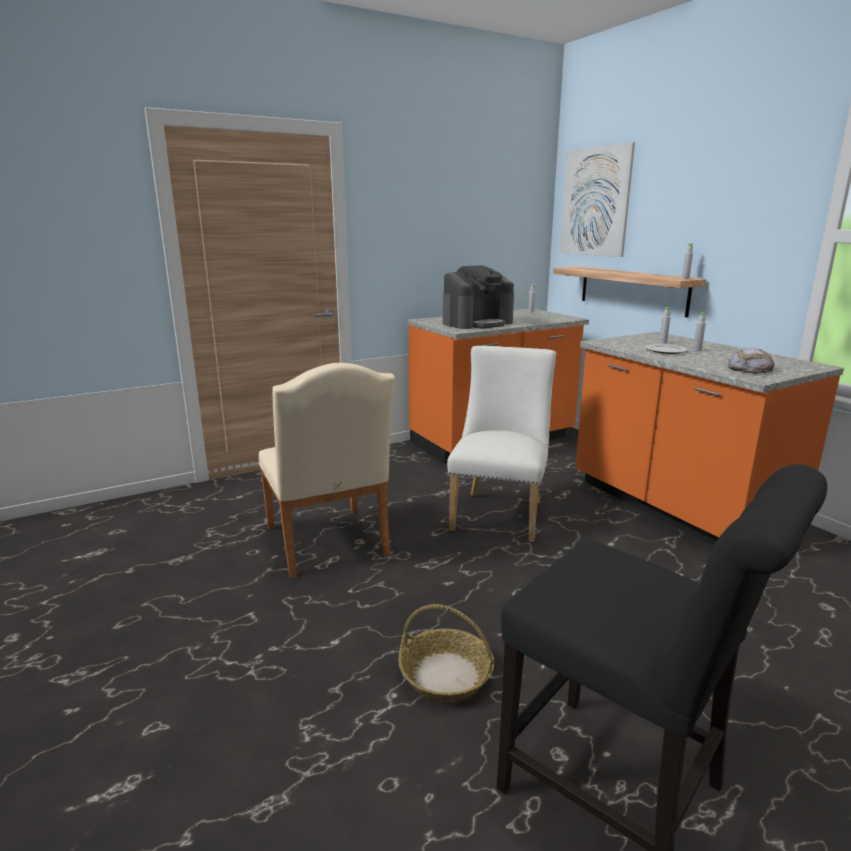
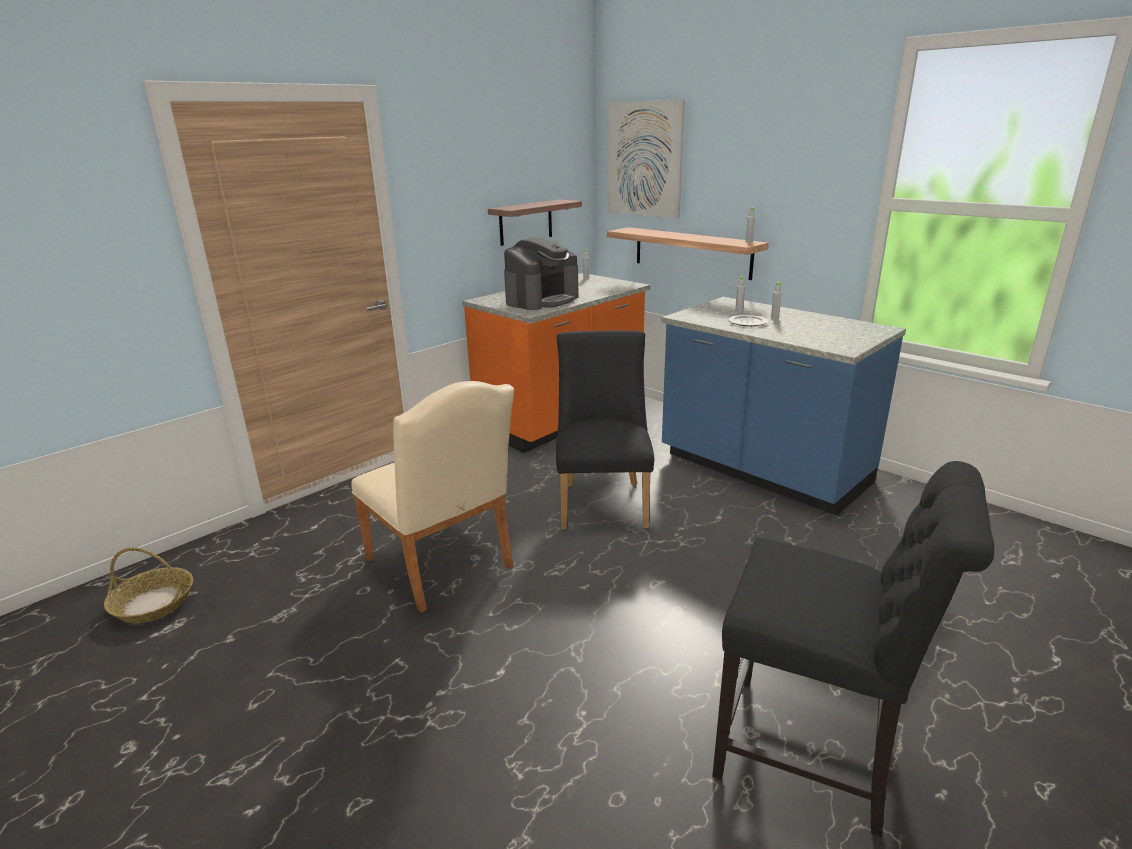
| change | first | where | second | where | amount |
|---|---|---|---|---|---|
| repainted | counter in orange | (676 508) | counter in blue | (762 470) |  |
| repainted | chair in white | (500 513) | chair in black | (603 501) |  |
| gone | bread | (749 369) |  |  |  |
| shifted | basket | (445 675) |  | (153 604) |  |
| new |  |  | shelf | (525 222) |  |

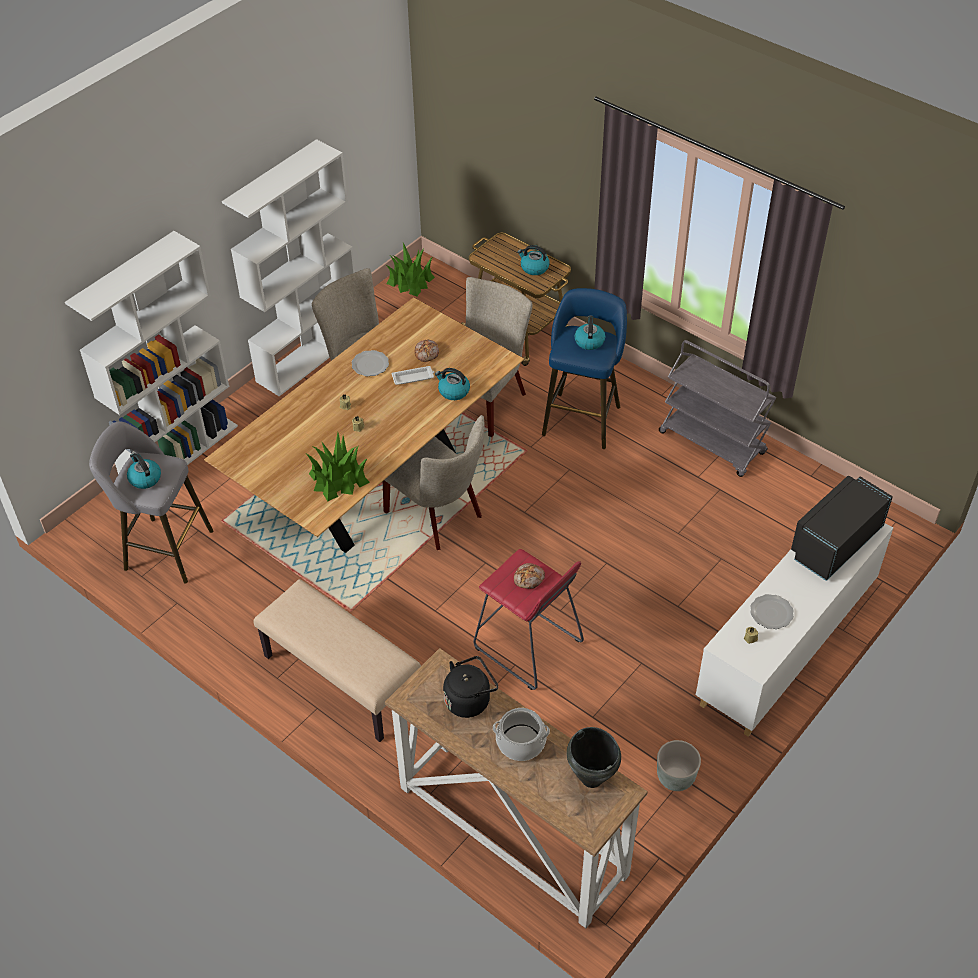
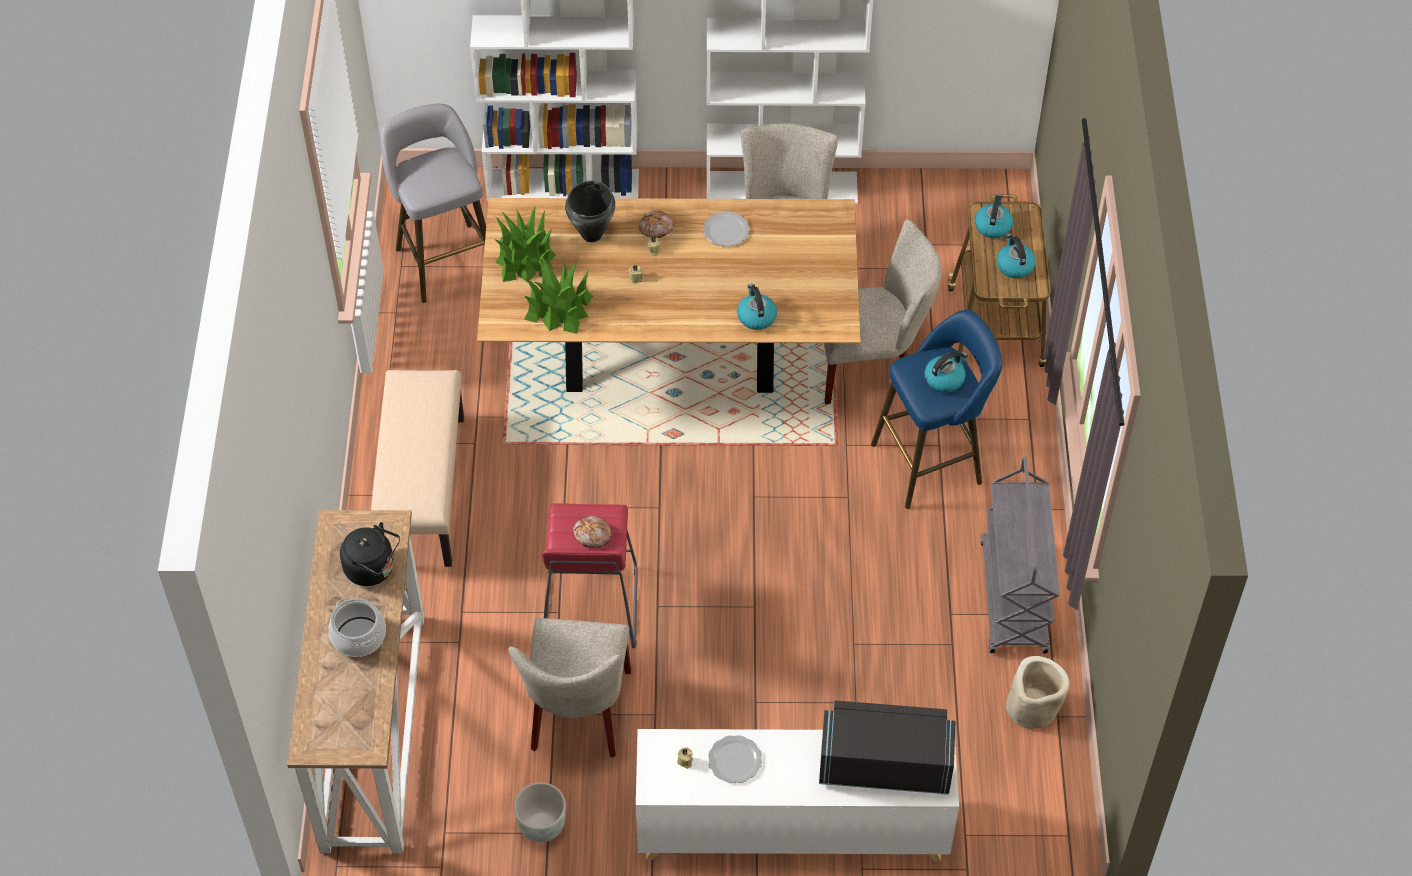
| change | first | where | second | where | amount |
|---|---|---|---|---|---|
| shifted | potted plant | (410 280) |  | (525 258) |  |
| shifted | bread | (427 353) |  | (656 228) |  |
| gone | tray in white | (413 377) |  |  |  |
| shifted | chair in beige | (438 516) |  | (578 716) |  |
| shifted | kettle | (144 478) |  | (992 226) |  |
| shifted | cooking pot in black | (591 778) |  | (592 234) |  |
| new |  |  | planter in beige | (1032 709) |  |

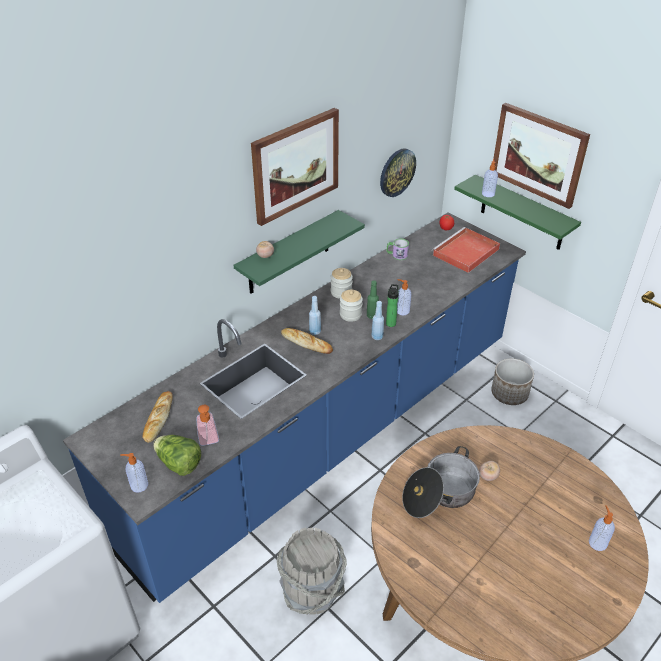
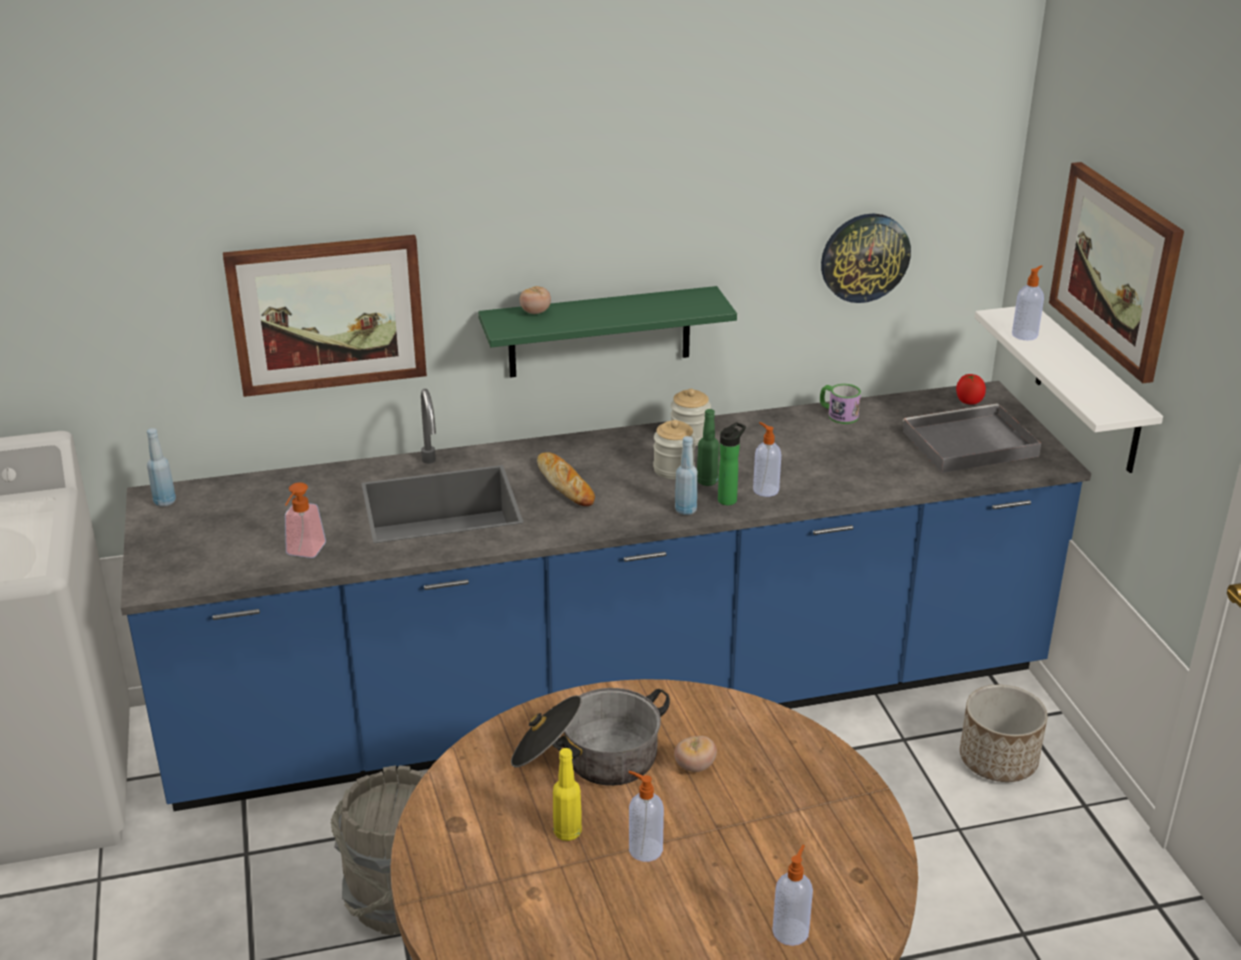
| change | first | where | second | where | amount |
|---|---|---|---|---|---|
| shifted | picture | (295 165) |  | (327 314) |  |
| repainted | shelf in green | (522 213) | shelf in white | (1088 391) |  |
| repainted | tray in red | (465 253) | tray in grey | (967 444) |  |
| shifted | bottle in blue | (315 331) |  | (165 502) |  |
| gone | bread | (158 419) |  |  |  |
| gone | lettuce | (179 464) |  |  |  |
| shifted | soap dispenser | (138 485) |  | (644 849) |  |
| new |  |  | bottle in yellow | (567 832) |  |

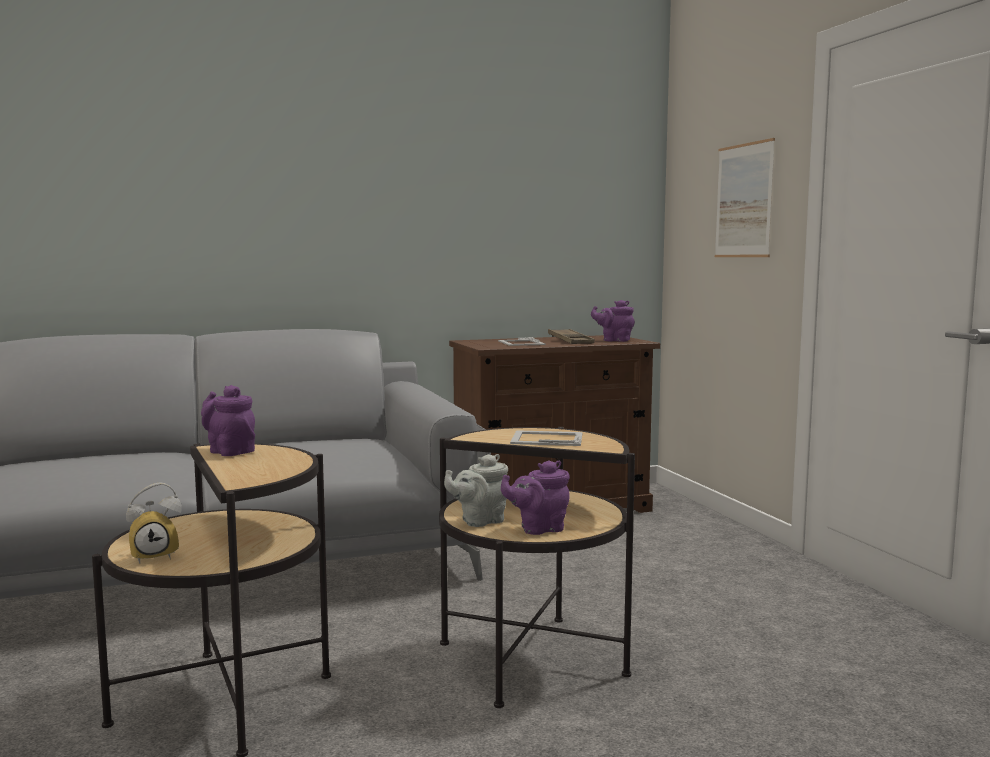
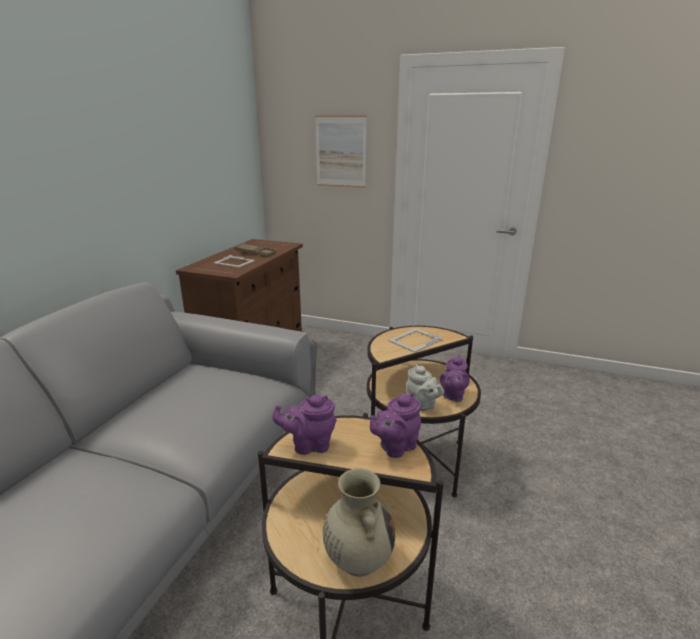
| change | first | where | second | where | amount |
|---|---|---|---|---|---|
| shifted | teapot in purple | (614 340) |  | (395 447) |  |
| rotated | teapot in grey | (479 521) |  | (422 405) | 45 degrees counterclockwise |
| swapped | alarm clock | (156 555) | vase in beige | (358 558) |  |

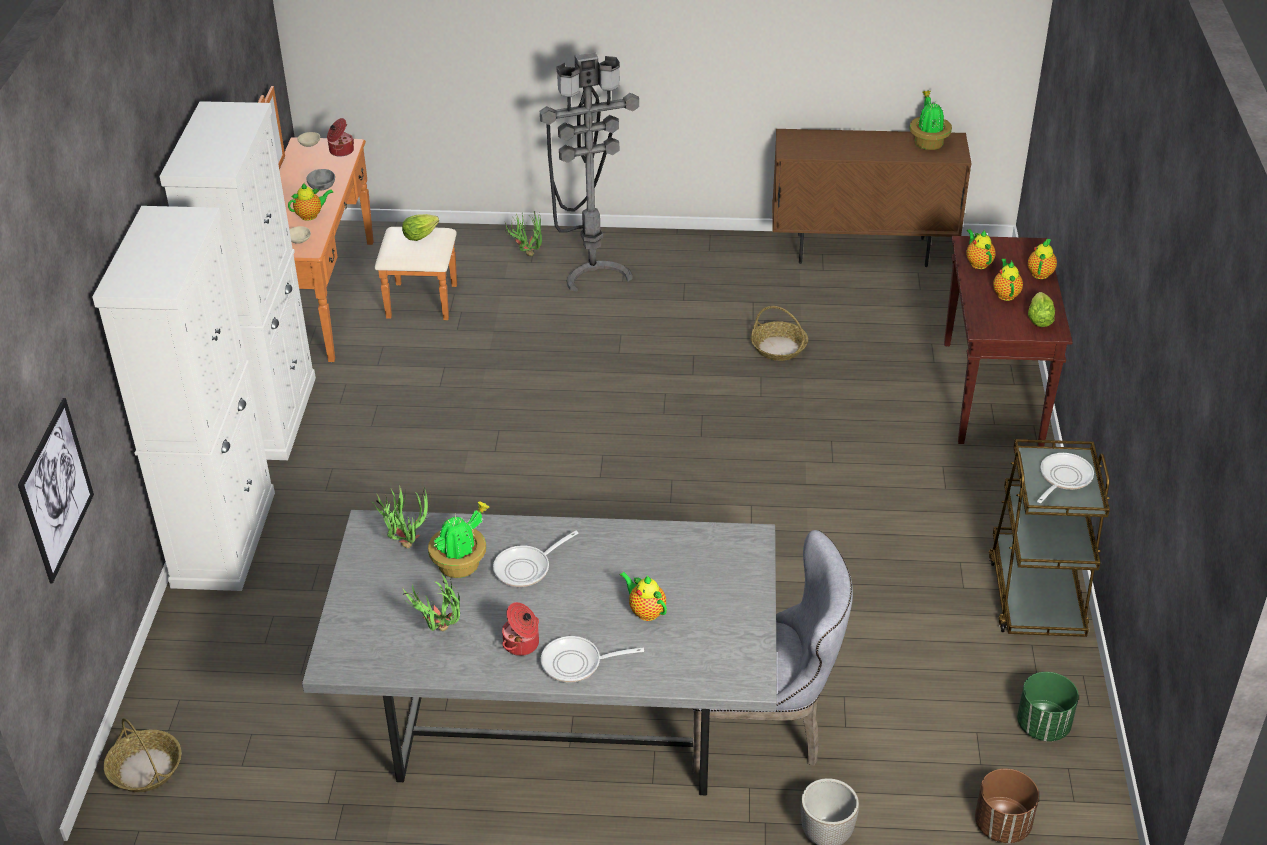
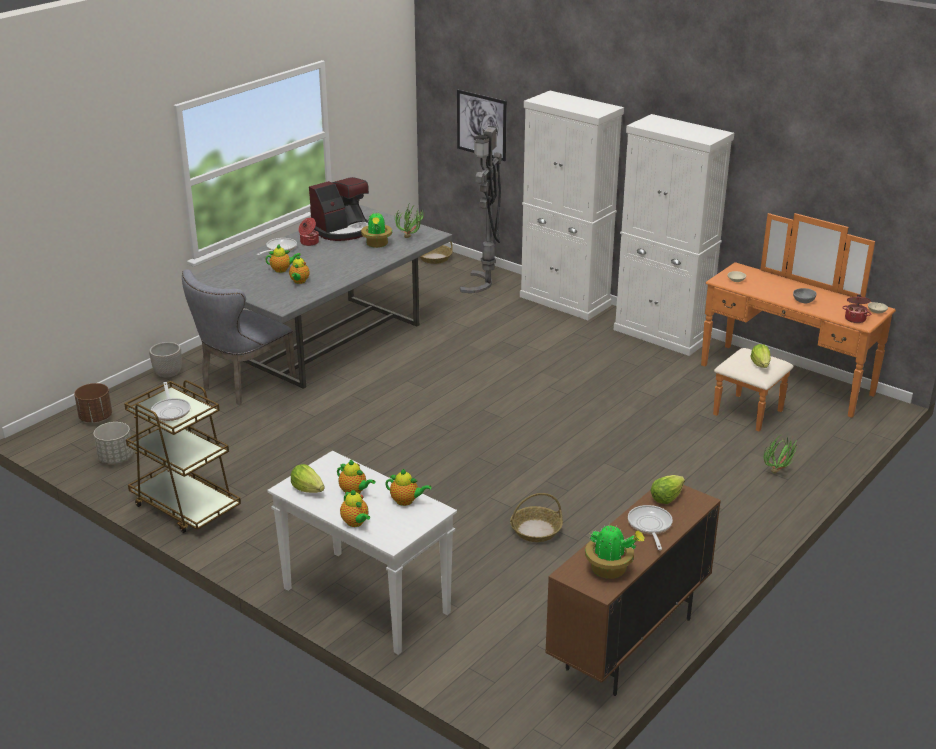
| change | first | where | second | where | amount |
|---|---|---|---|---|---|
| shifted | floor lamp in grey | (593 270) |  | (485 285) |  |
| shifted | teapot | (311 215) |  | (299 281) |  |
| repainted | console table in brown | (993 394) | console table in white | (364 601) |  |
| shifted | frying pan | (526 568) |  | (650 526) |  |
| swapped | potted plant | (439 634) | coffee machine | (342 230) |  |
| repainted | planter in green | (1043 726) | planter in grey | (115 458) |  |
| new |  |  | lettuce | (666 498) |  |

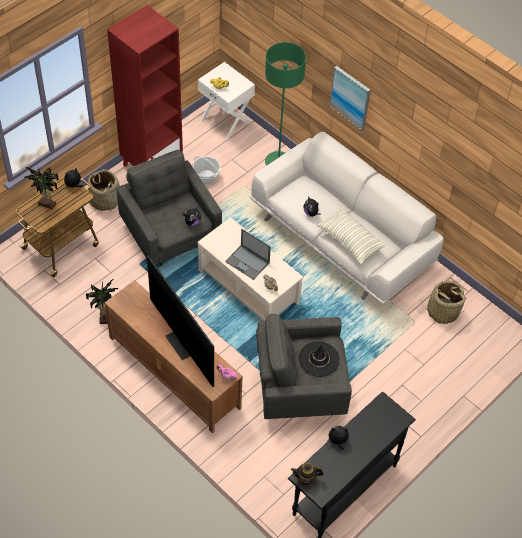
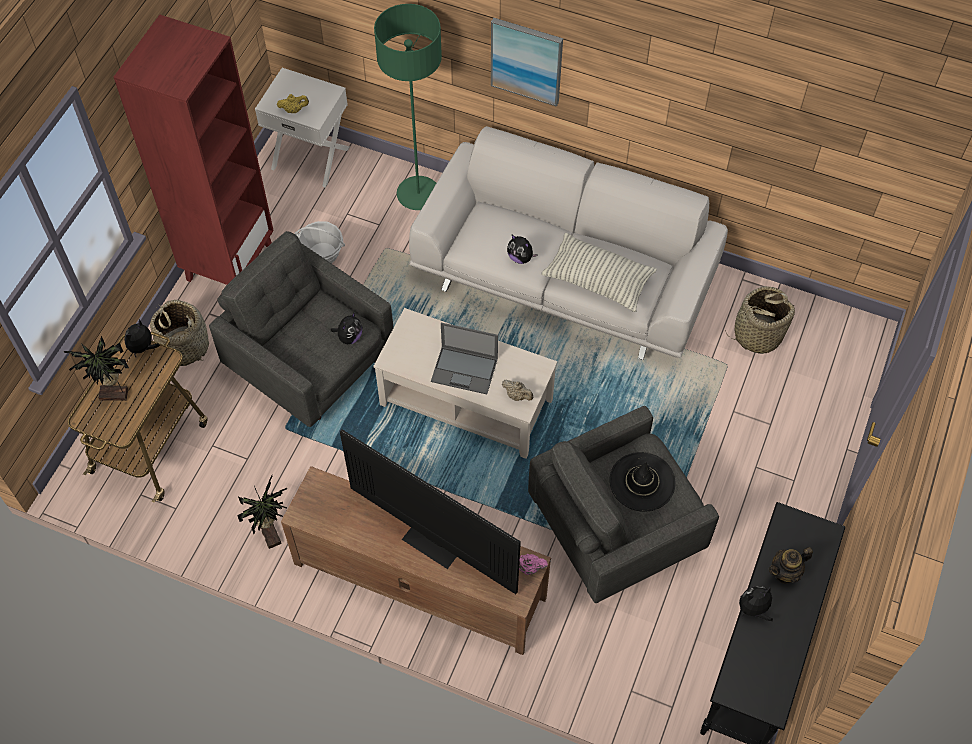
| change | first | where | second | where | amount |
|---|---|---|---|---|---|
| shifted | teapot | (306 478) |  | (785 572) |  |

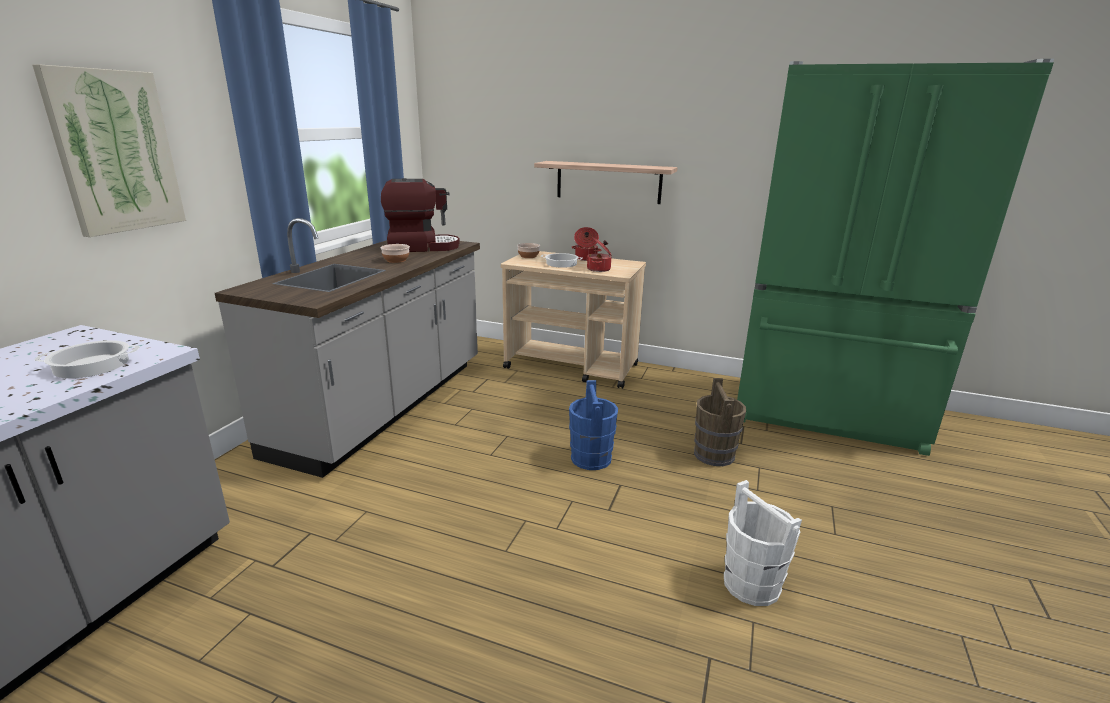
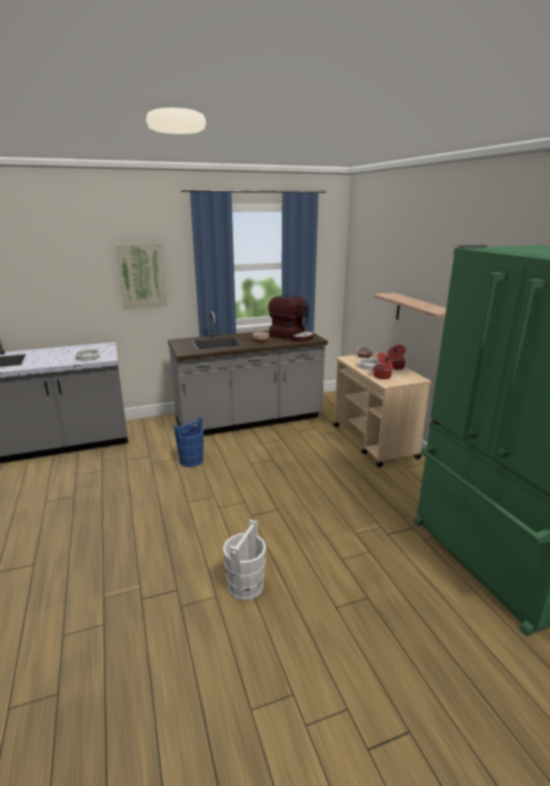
| change | first | where | second | where | amount |
|---|---|---|---|---|---|
| gone | bucket in brown | (714 454) |  |  |  |
| shifted | bucket in blue | (591 458) |  | (191 460) |  |

